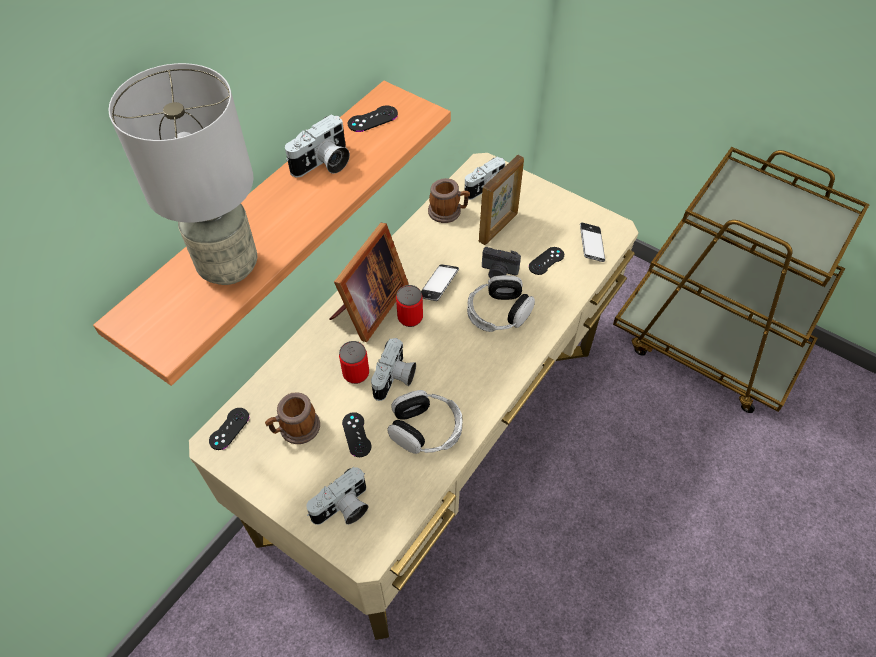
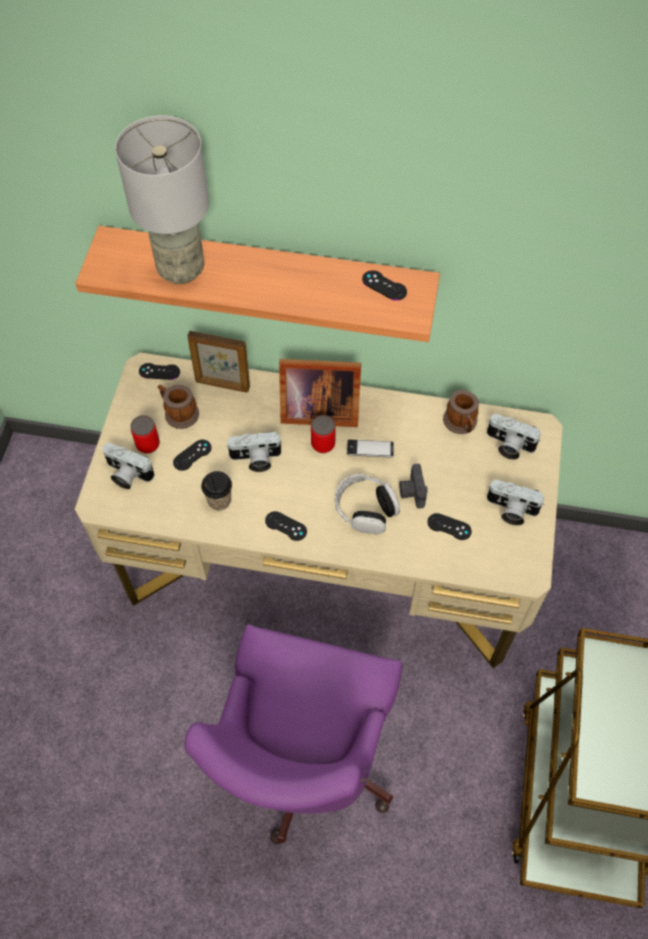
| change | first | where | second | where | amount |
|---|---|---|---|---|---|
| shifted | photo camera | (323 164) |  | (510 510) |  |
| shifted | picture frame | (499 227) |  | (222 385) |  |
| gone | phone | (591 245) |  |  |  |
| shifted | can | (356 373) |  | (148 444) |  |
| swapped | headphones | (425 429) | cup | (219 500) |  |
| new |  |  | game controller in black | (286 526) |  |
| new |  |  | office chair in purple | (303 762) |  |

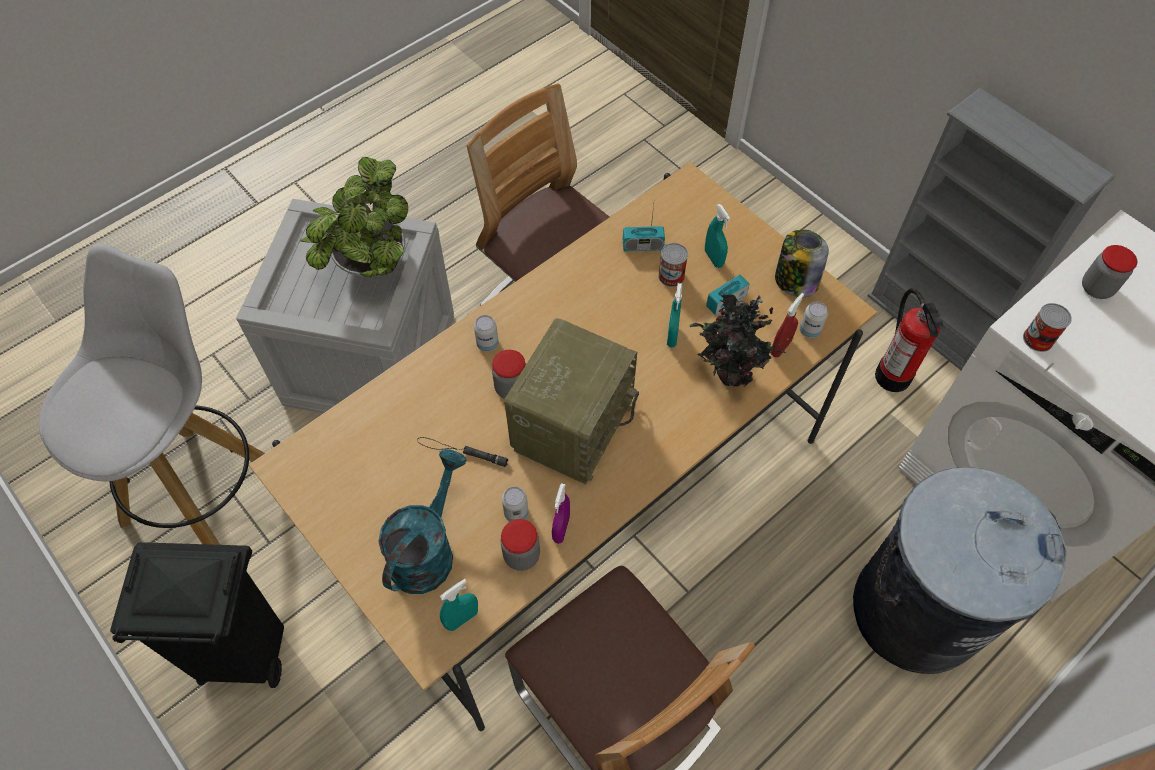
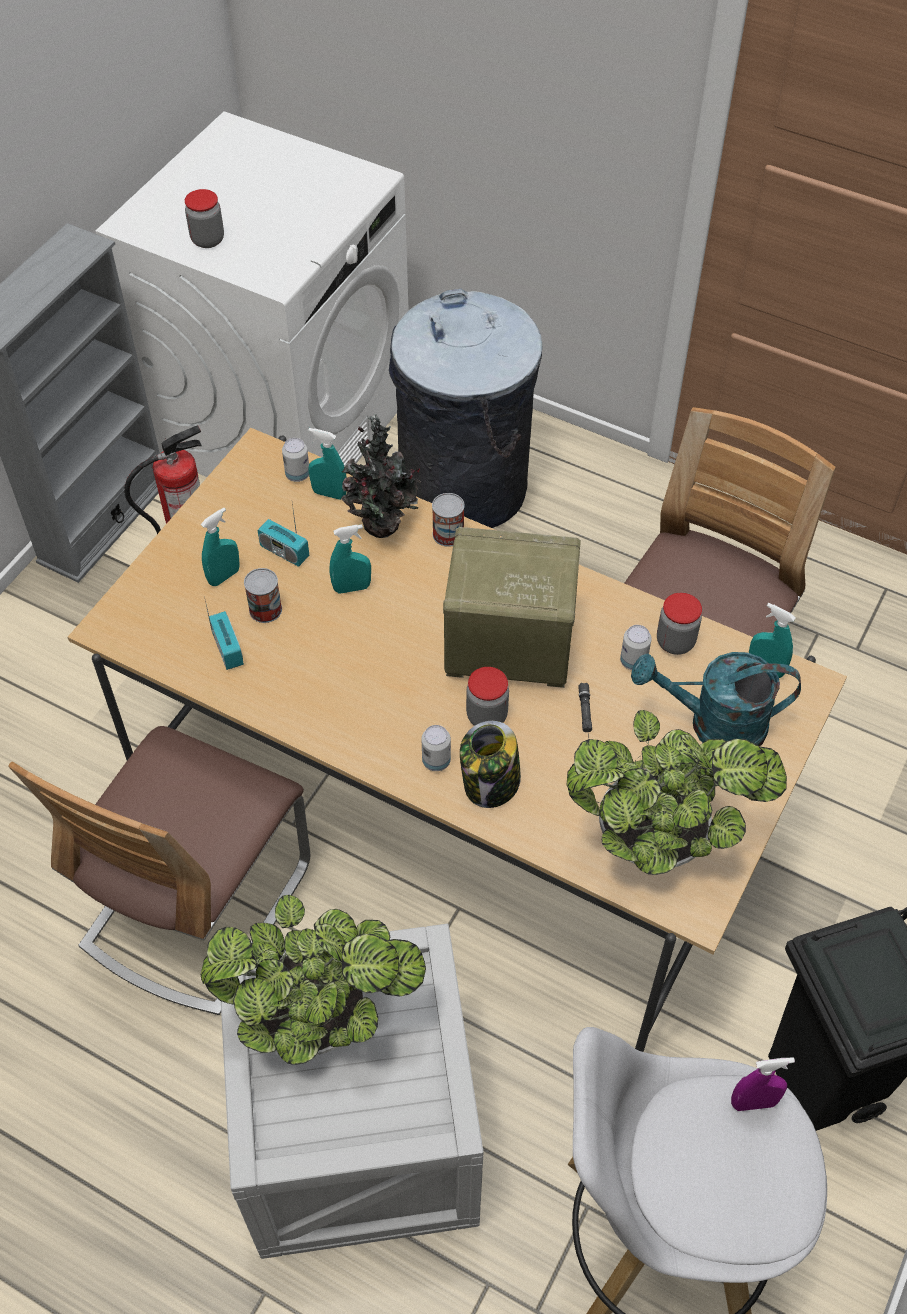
| change | first | where | second | where | amount |
|---|---|---|---|---|---|
| shifted | jar | (795 281) |  | (491 784) |  |
| repainted | spray bottle in red | (780 347) | spray bottle in turquoise | (329 494) |  |
| shifted | can | (1038 339) |  | (448 534) |  |
| shifted | spray bottle in purple | (561 529) |  | (753 1103) |  |
| new |  |  | potted plant | (659 838) |  |

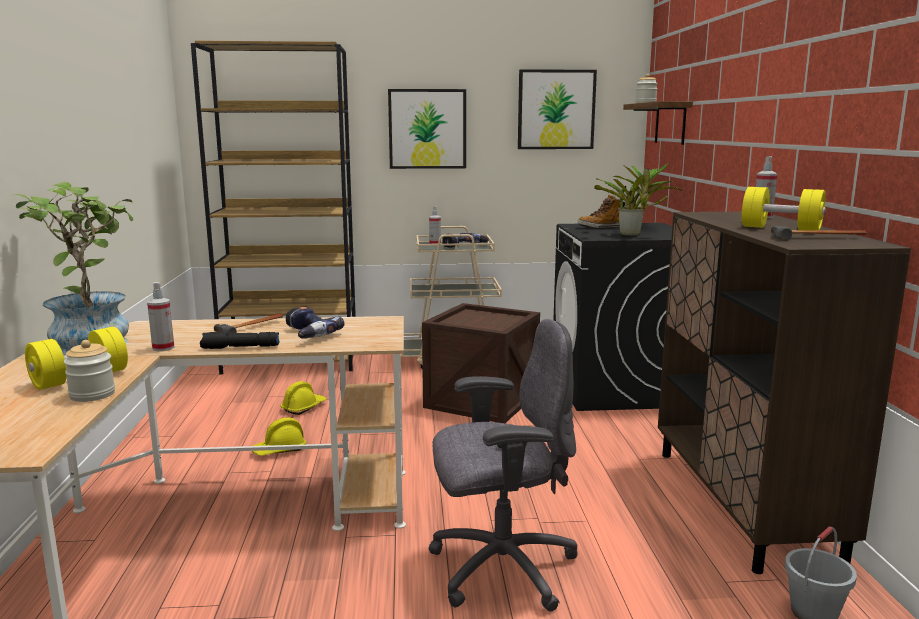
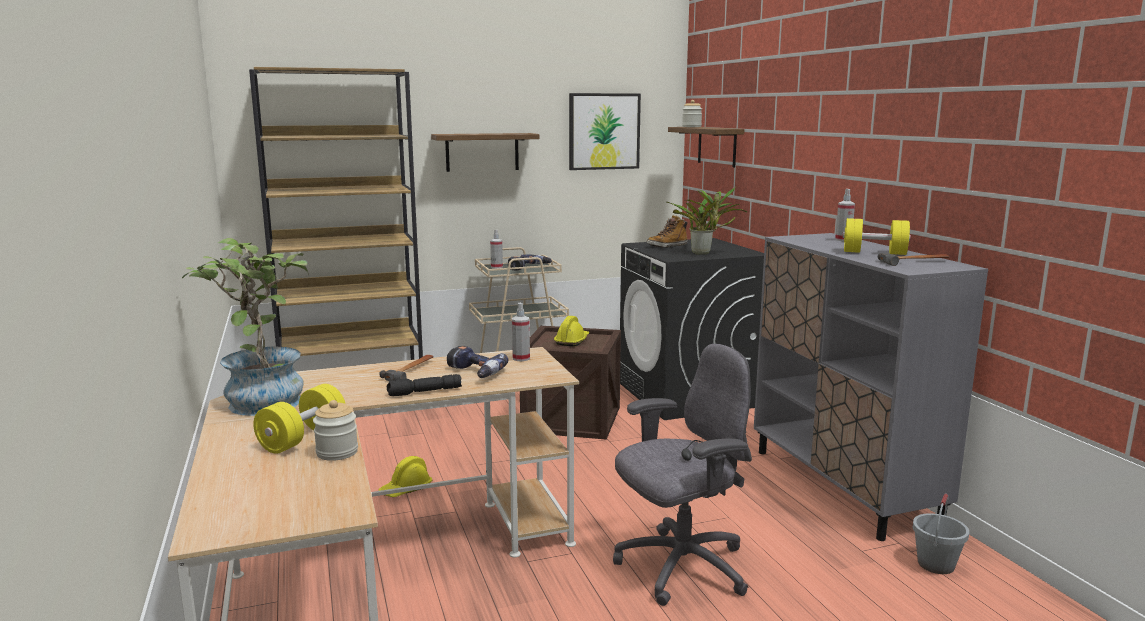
| change | first | where | second | where | amount |
|---|---|---|---|---|---|
| swapped | picture | (427 129) | shelf | (482 152) |  |
| repainted | cabinet in brown | (742 504) | cabinet in grey | (843 486) |  |
| shifted | spray bottle | (163 348) |  | (521 358) |  |
| shifted | hard hat in yellow | (303 407) |  | (572 341) |  |

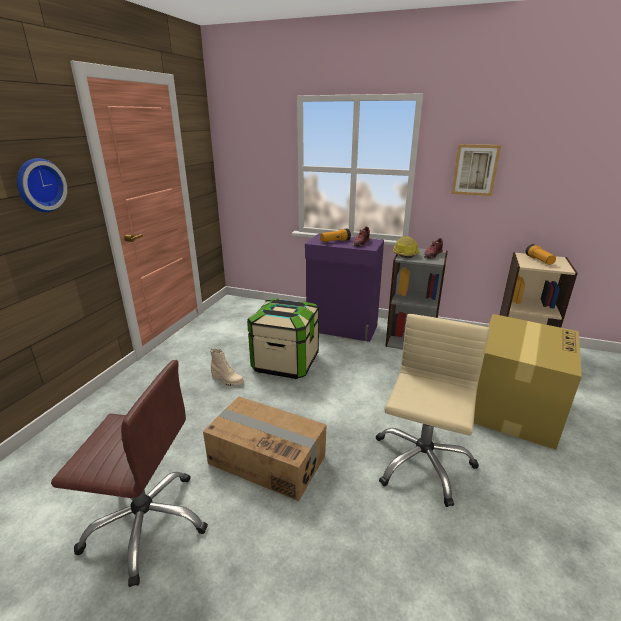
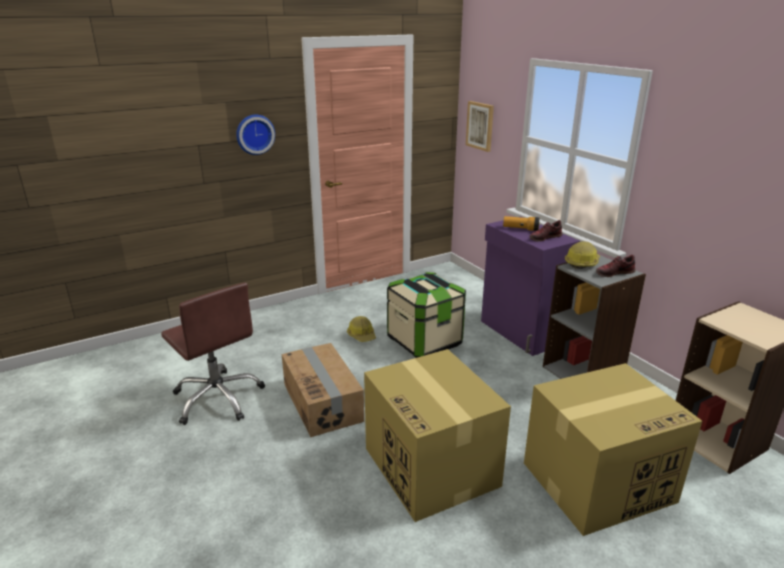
| change | first | where | second | where | amount |
|---|---|---|---|---|---|
| shifted | picture | (475 170) |  | (480 126) |  |
| gone | flashlight | (539 260) |  |  |  |
| swapped | office chair in beige | (421 462) | cardboard box | (432 467) |  |
| swapped | boot in beige | (227 380) | hard hat | (362 335) |  |

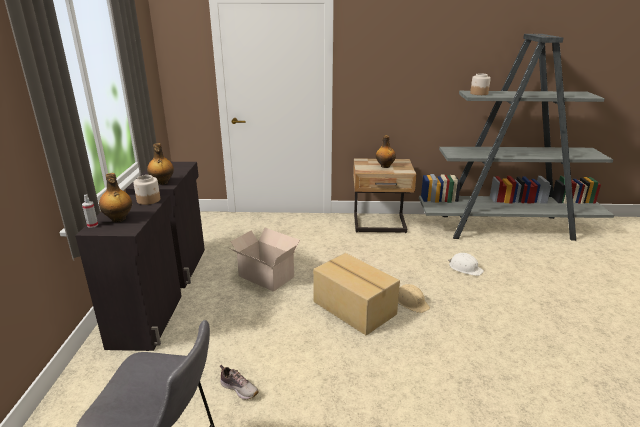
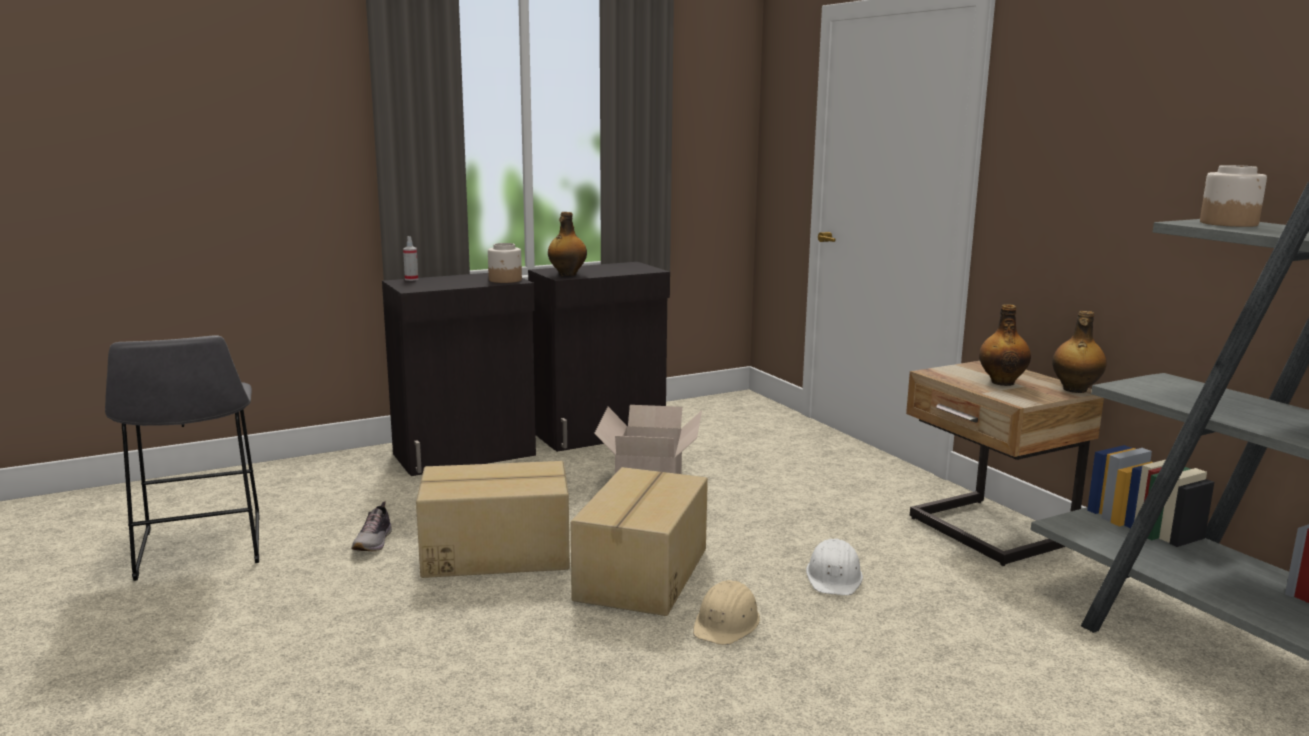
| change | first | where | second | where | amount |
|---|---|---|---|---|---|
| shifted | bottle | (118 219) |  | (1074 390) |  |
| shifted | hard hat in white | (465 268) |  | (834 577) |  |
| new |  |  | cardboard box | (495 552) |  |

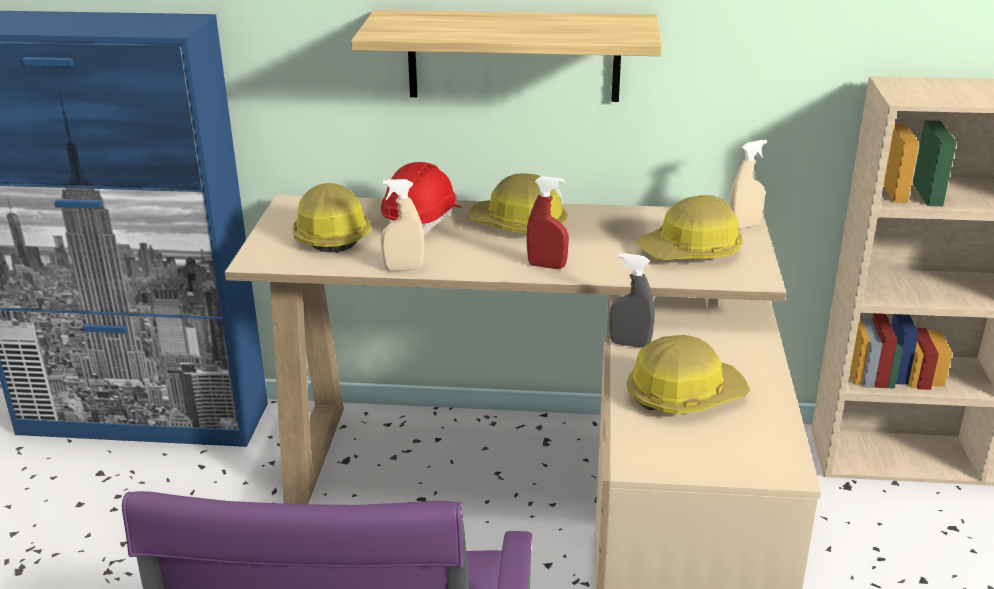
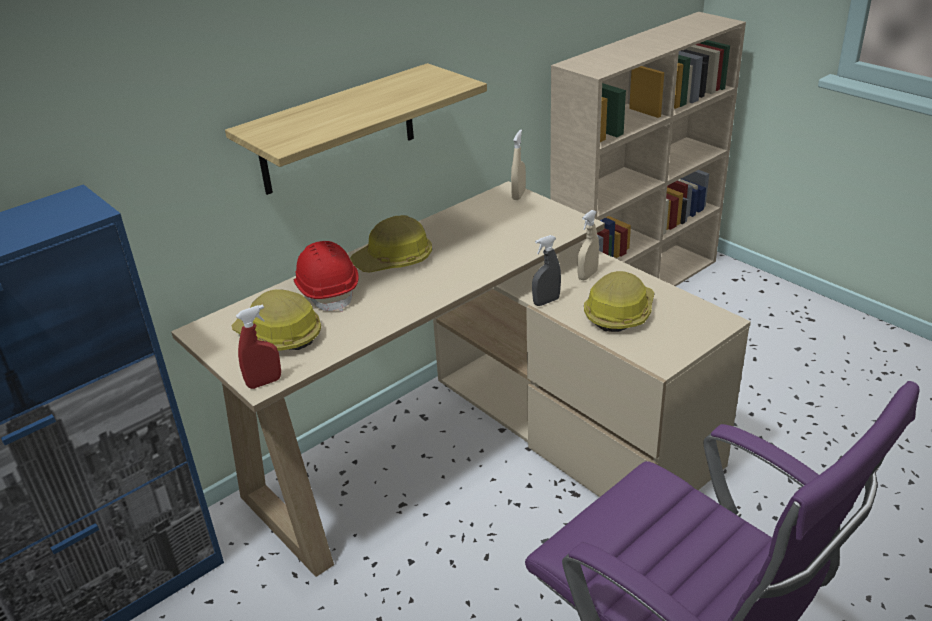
| change | first | where | second | where | amount |
|---|---|---|---|---|---|
| shifted | spray bottle in red | (547 266) |  | (264 382) |  |
| shifted | spray bottle in beige | (404 268) |  | (587 275) |  |
| gone | hard hat | (691 252) |  |  |  |

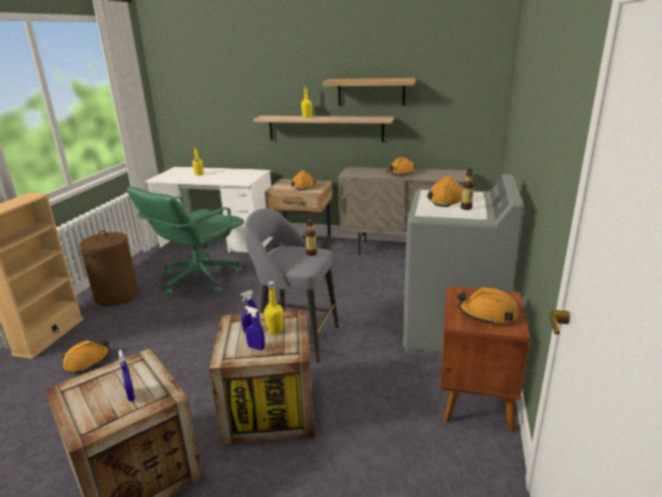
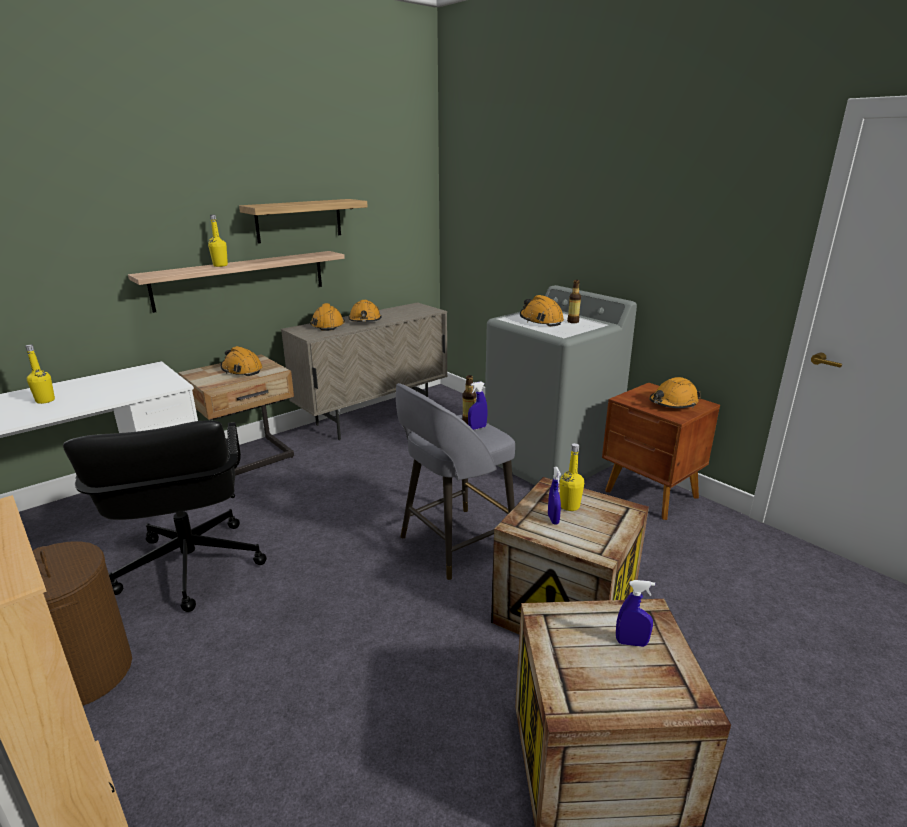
| change | first | where | second | where | amount |
|---|---|---|---|---|---|
| repainted | office chair in green | (199 279) | office chair in black | (189 567) |  |
| shifted | spray bottle in blue | (256 348) |  | (477 428) |  |
| shifted | hard hat in orange | (87 361) |  | (327 325) |  |

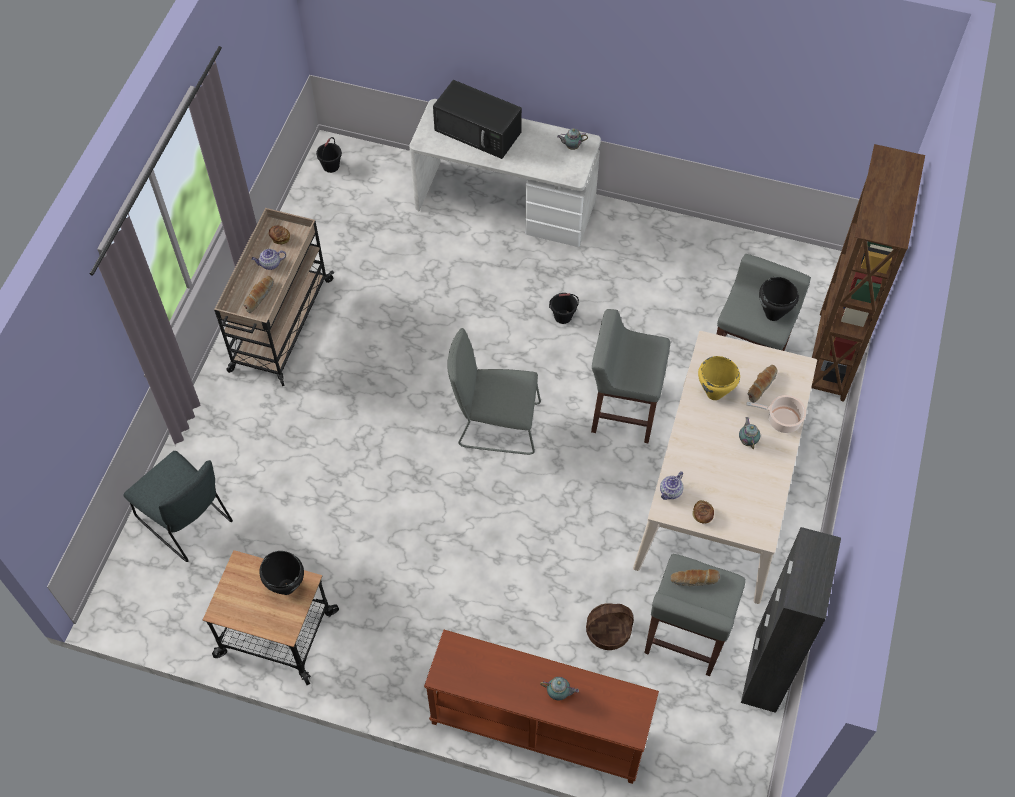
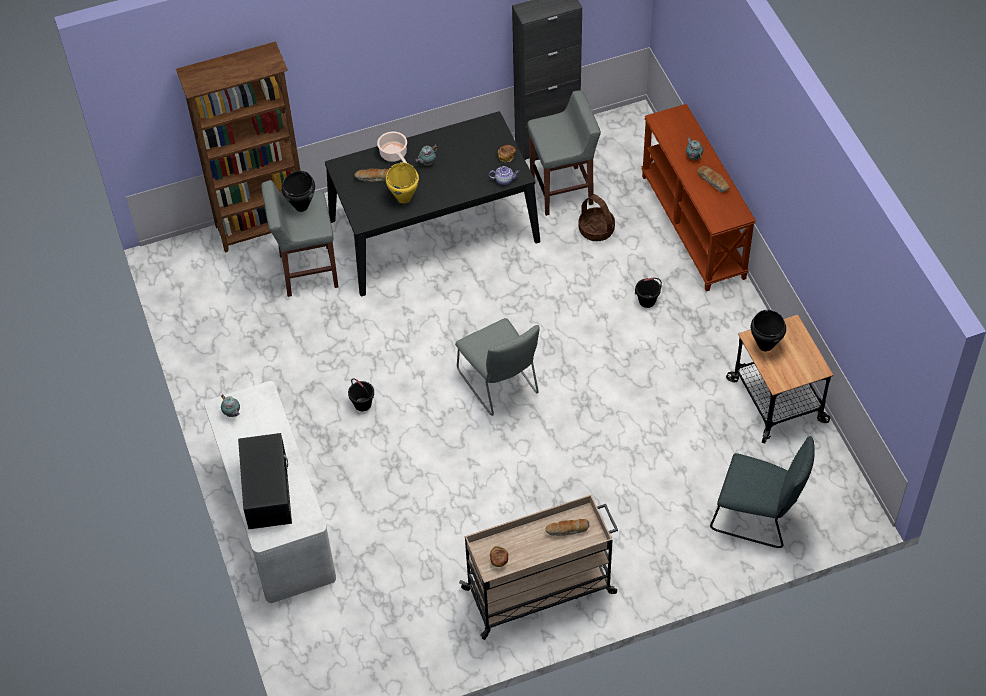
| change | first | where | second | where | amount |
|---|---|---|---|---|---|
| shifted | bucket in black | (331 166) |  | (647 301) |  |
| gone | teapot | (270 264) |  |  |  |
| gone | stool in grey | (623 411) |  |  |  |
| repainted | dining table in beige | (720 488) | dining table in black | (434 230) |  |
| rotated | chair in grey | (188 522) |  | (757 517) | 105 degrees clockwise |
| shifted | bread | (694 580) |  | (713 182) |  |

